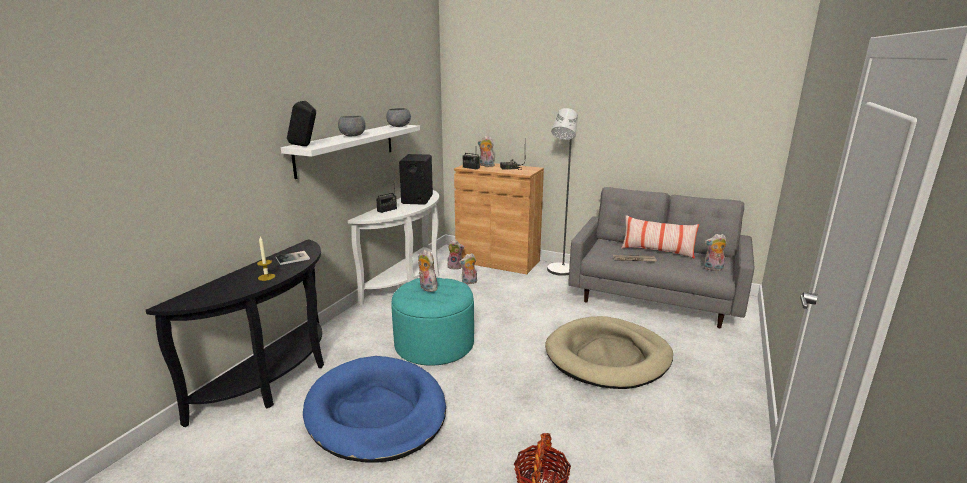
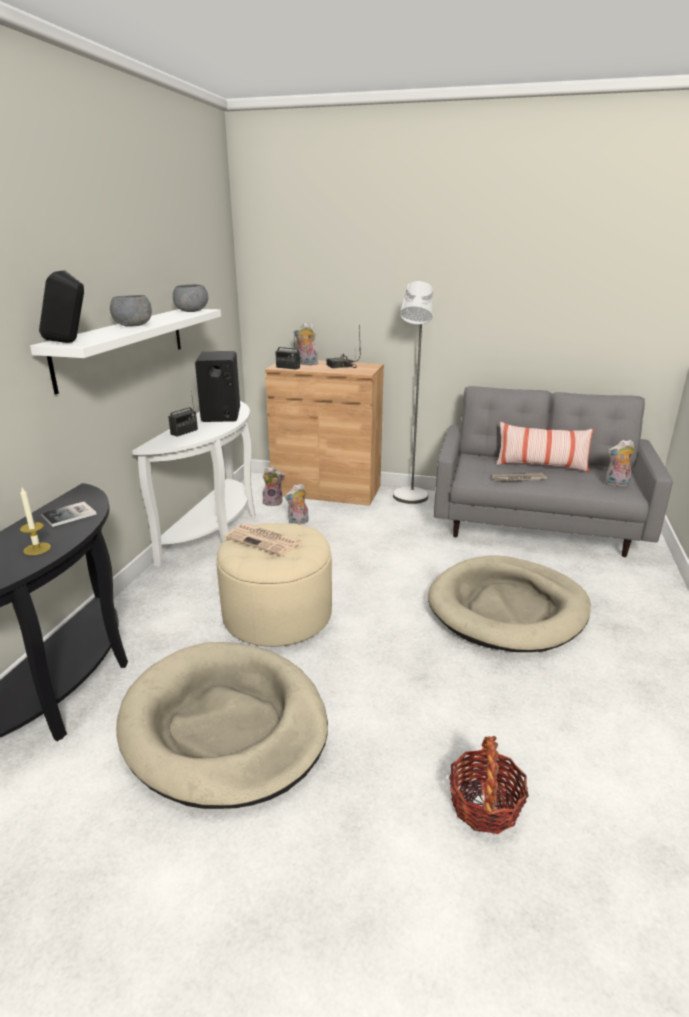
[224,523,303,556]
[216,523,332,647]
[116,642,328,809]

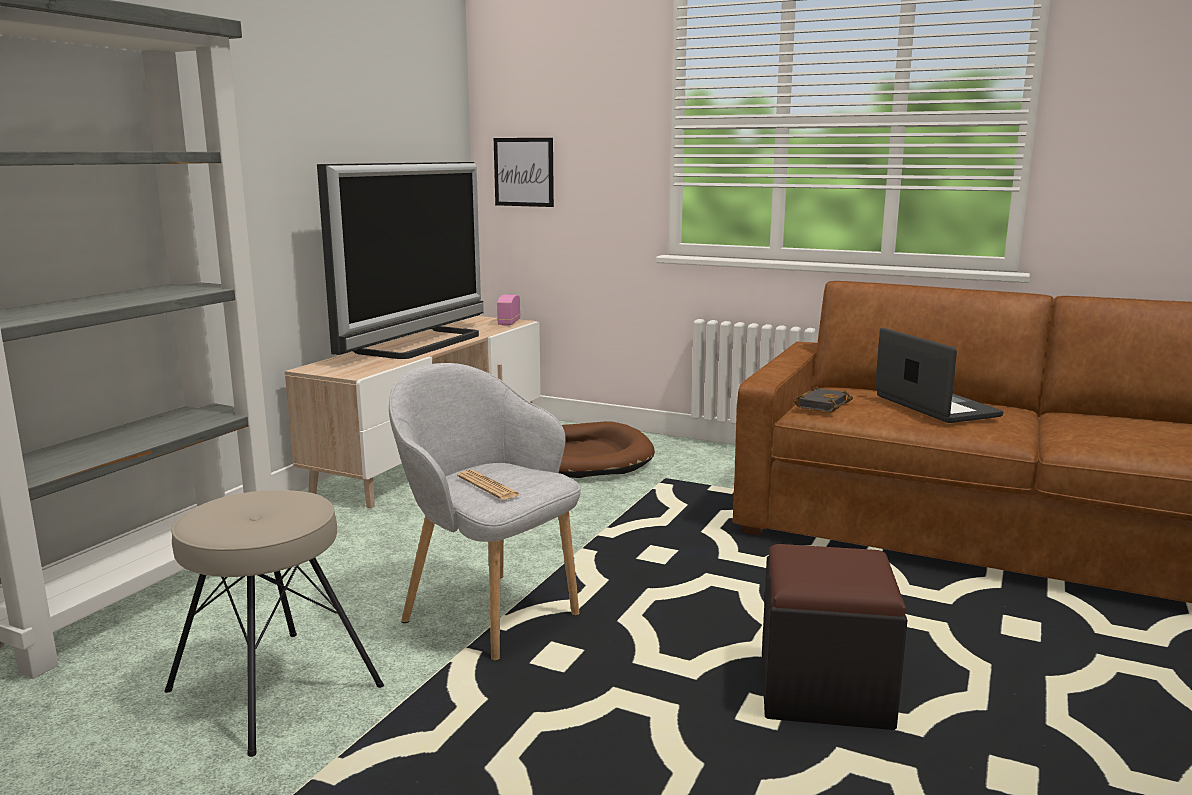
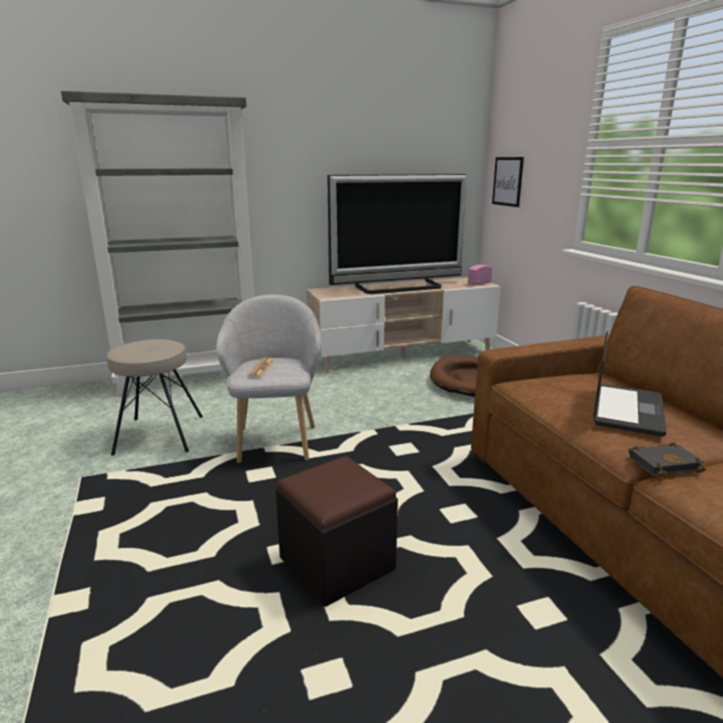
[628,443,706,477]

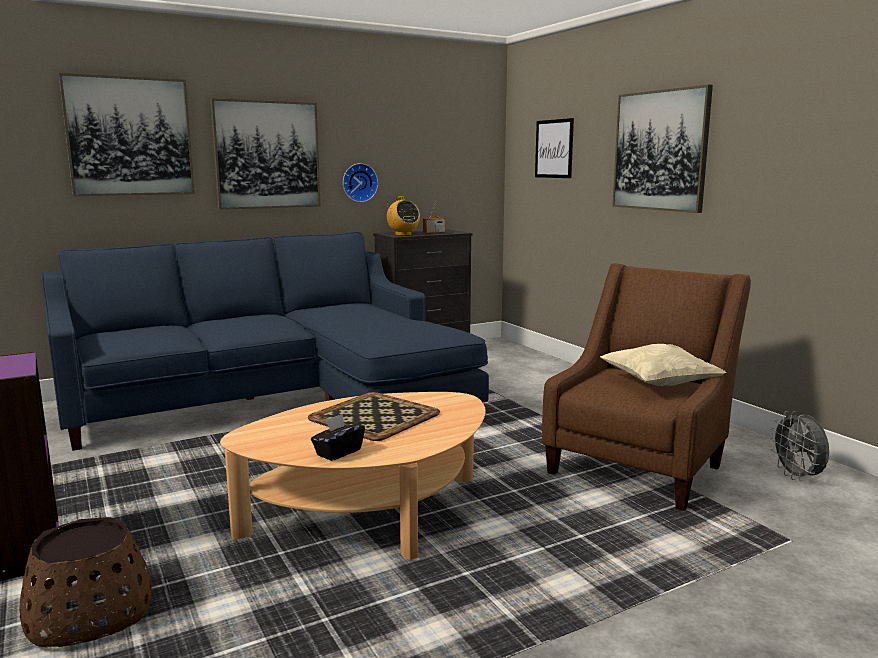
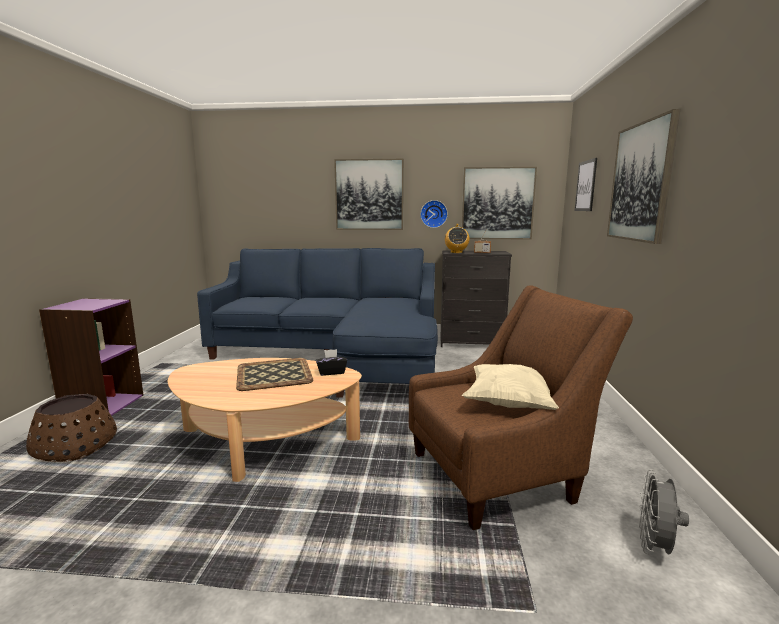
[462,167,537,240]
[316,349,347,376]

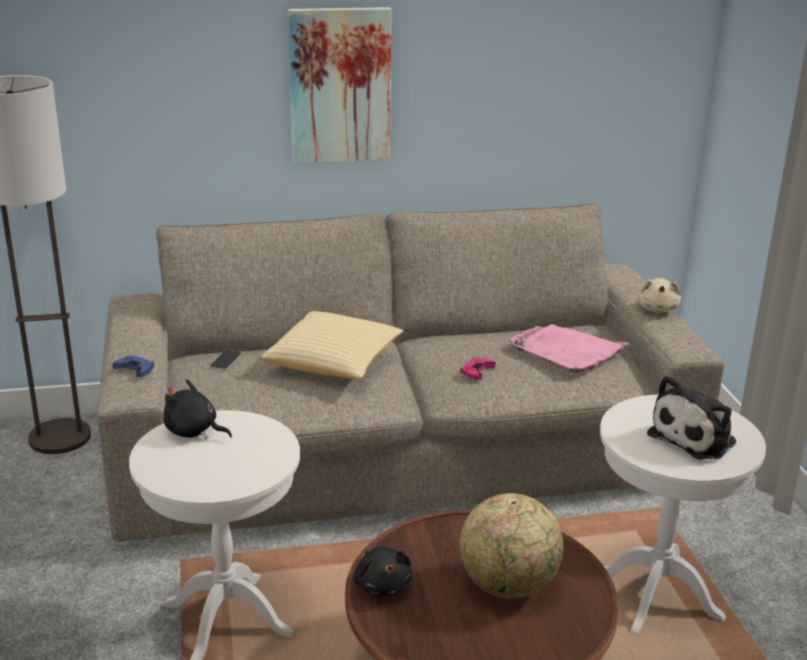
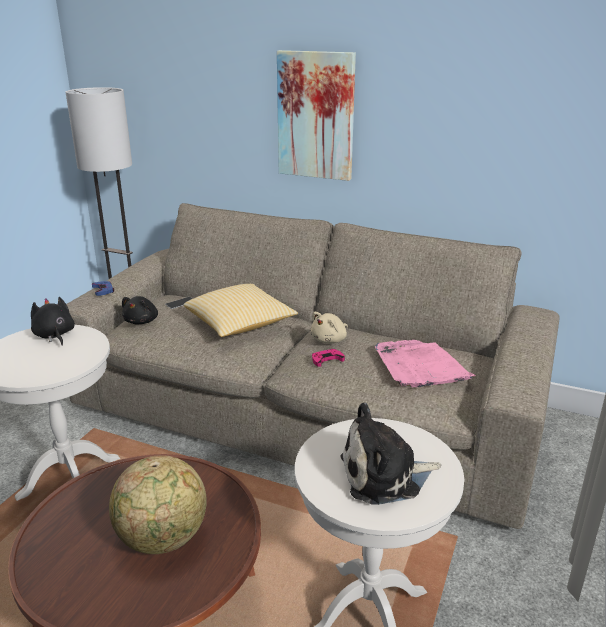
[311,312,348,343]
[122,296,158,324]

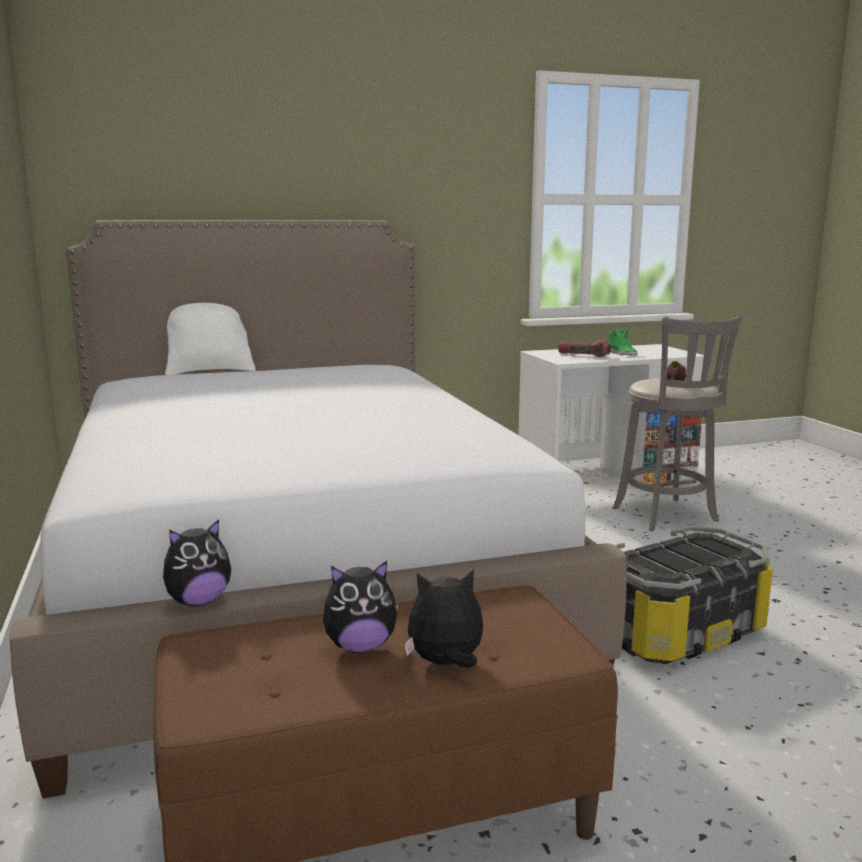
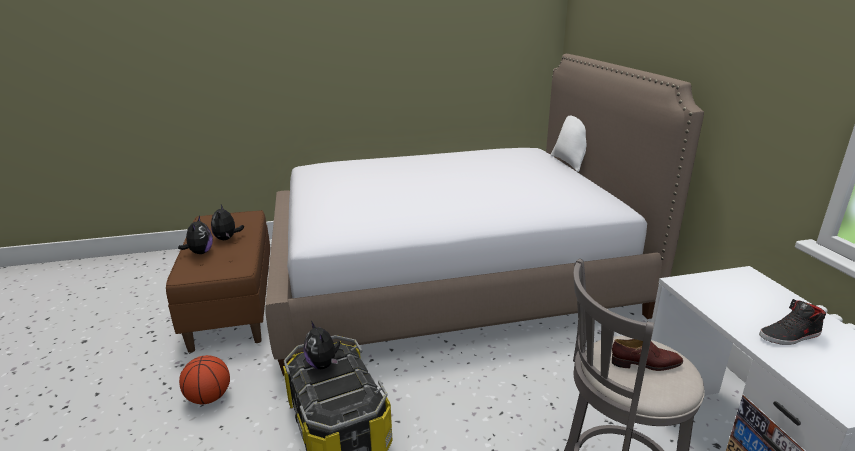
[759,299,826,345]
[558,340,611,357] (first image)
[304,321,340,369]
[179,355,230,404]

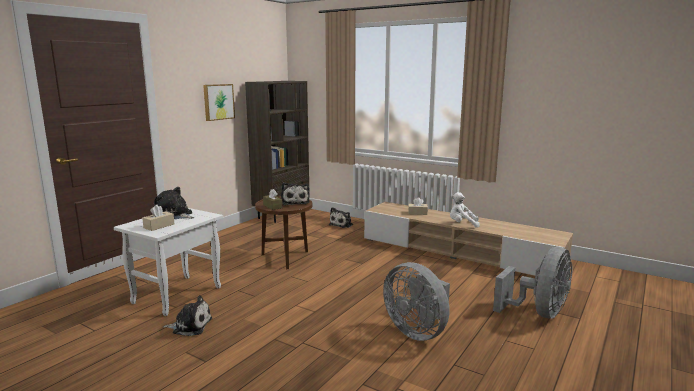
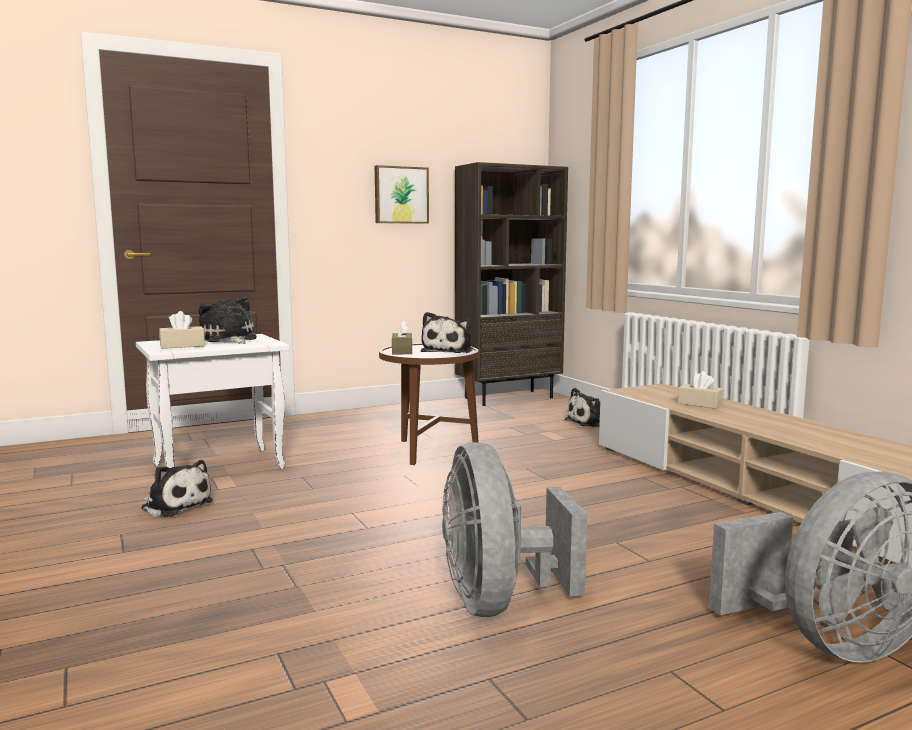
[450,192,480,228] (first image)

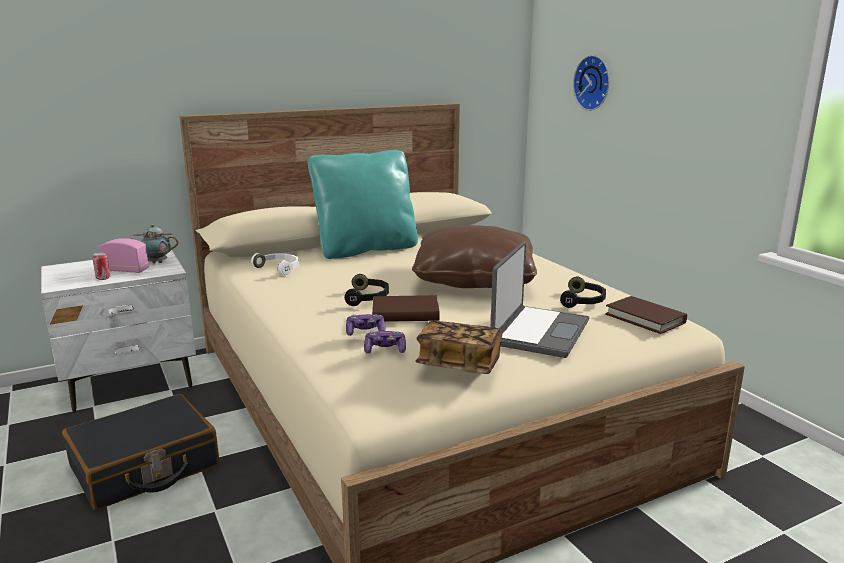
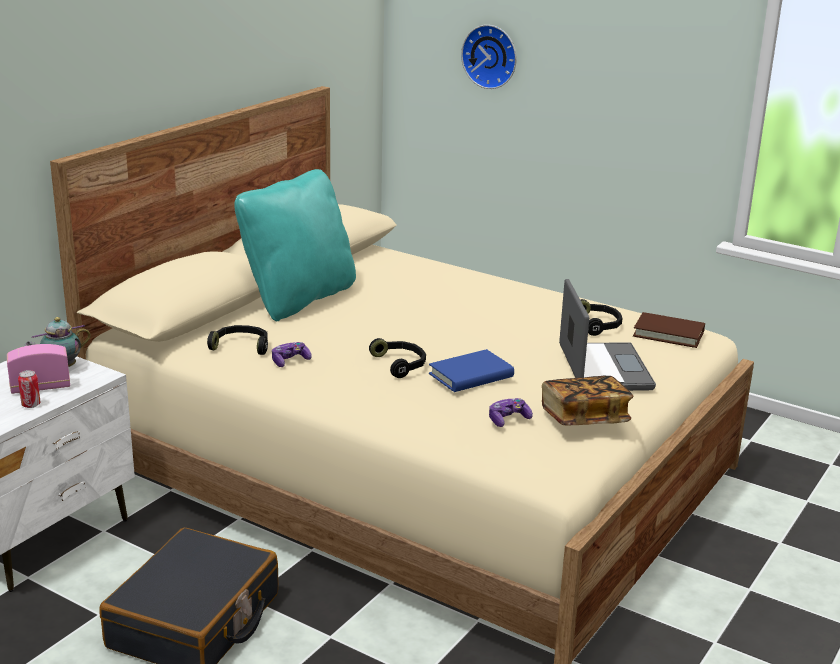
[412,225,537,288] (first image)
[207,325,268,355]
[429,349,514,392]
[272,342,312,367]

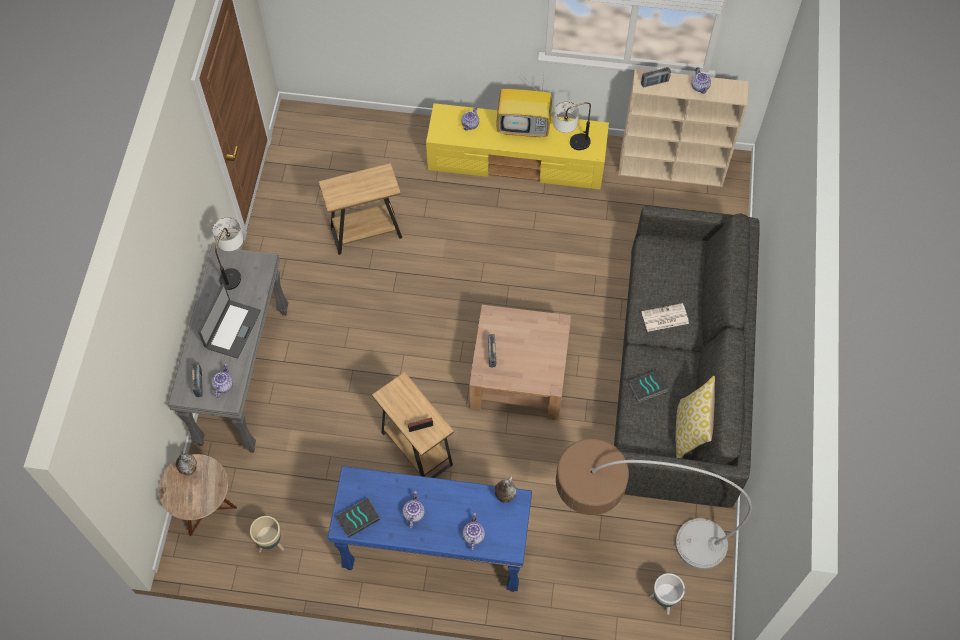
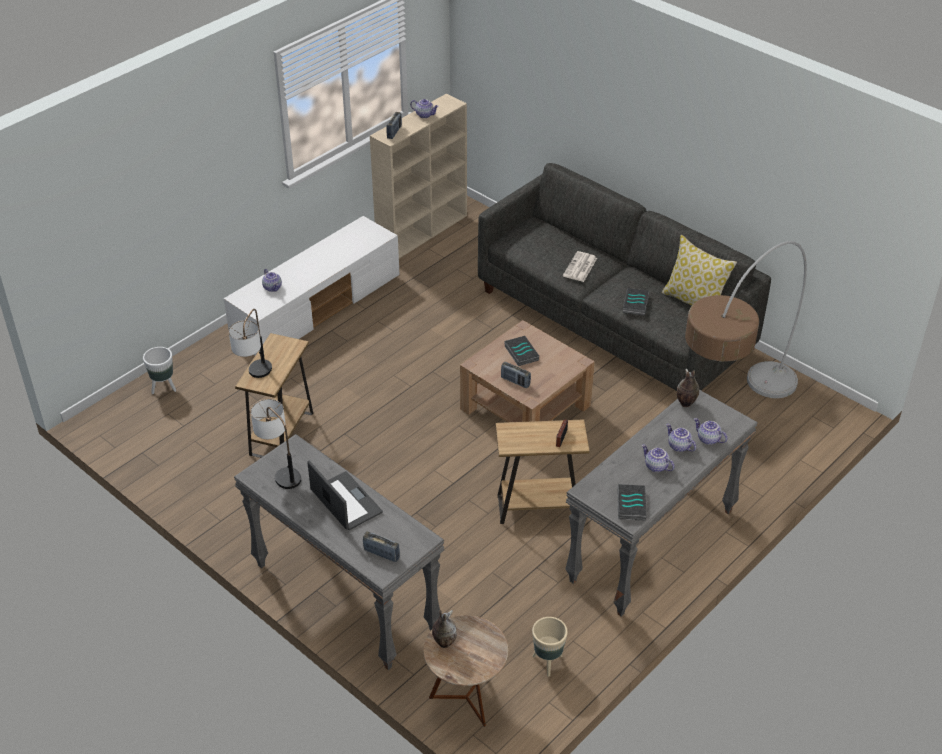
[496,76,552,137] (first image)
[229,309,272,378]
[224,216,400,356]
[666,424,696,452]
[565,390,758,617]
[143,347,176,394]
[504,336,539,366]

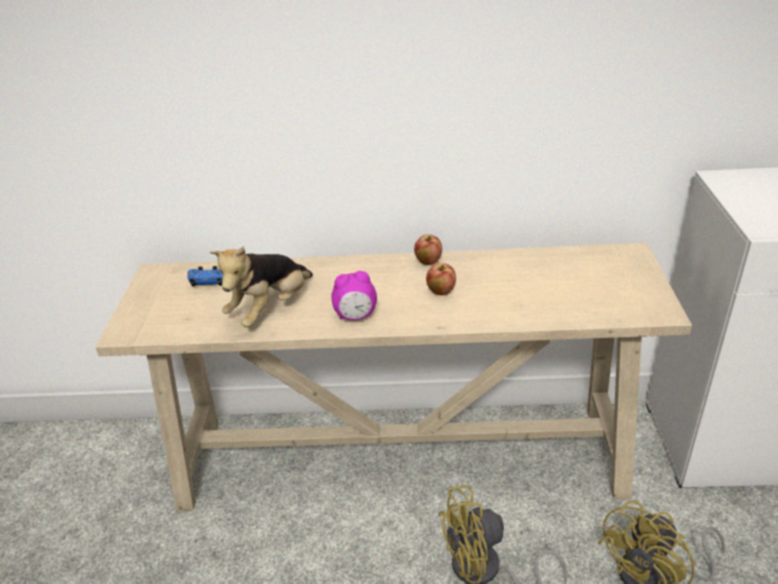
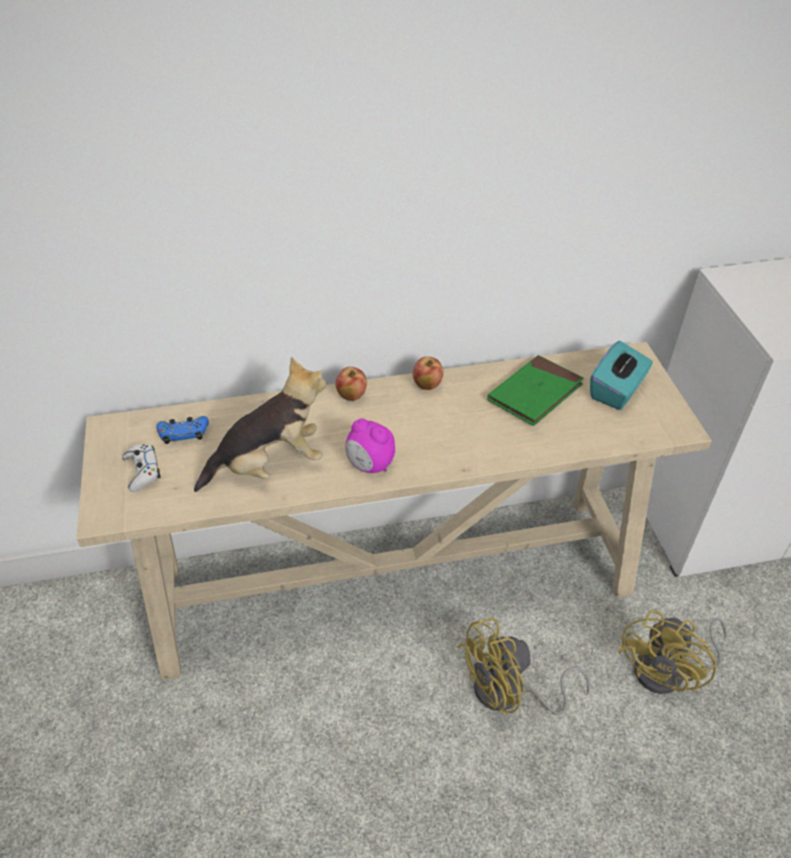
[194,357,326,492]
[335,367,367,401]
[345,419,395,473]
[590,341,653,410]
[487,355,584,426]
[122,444,161,492]

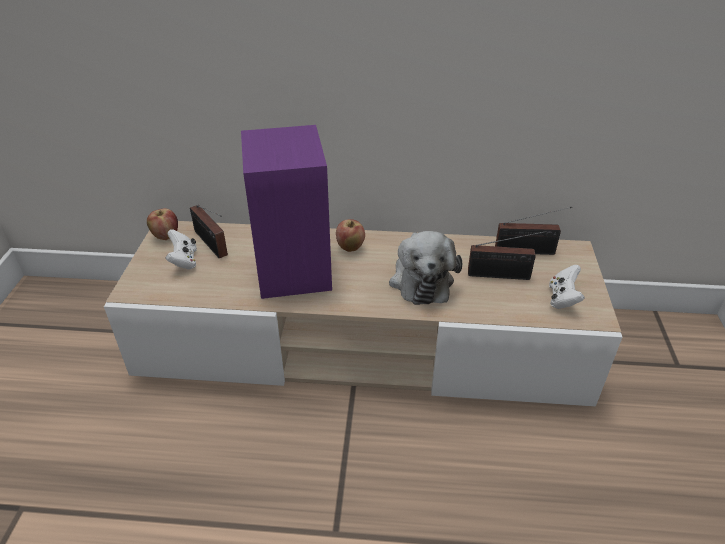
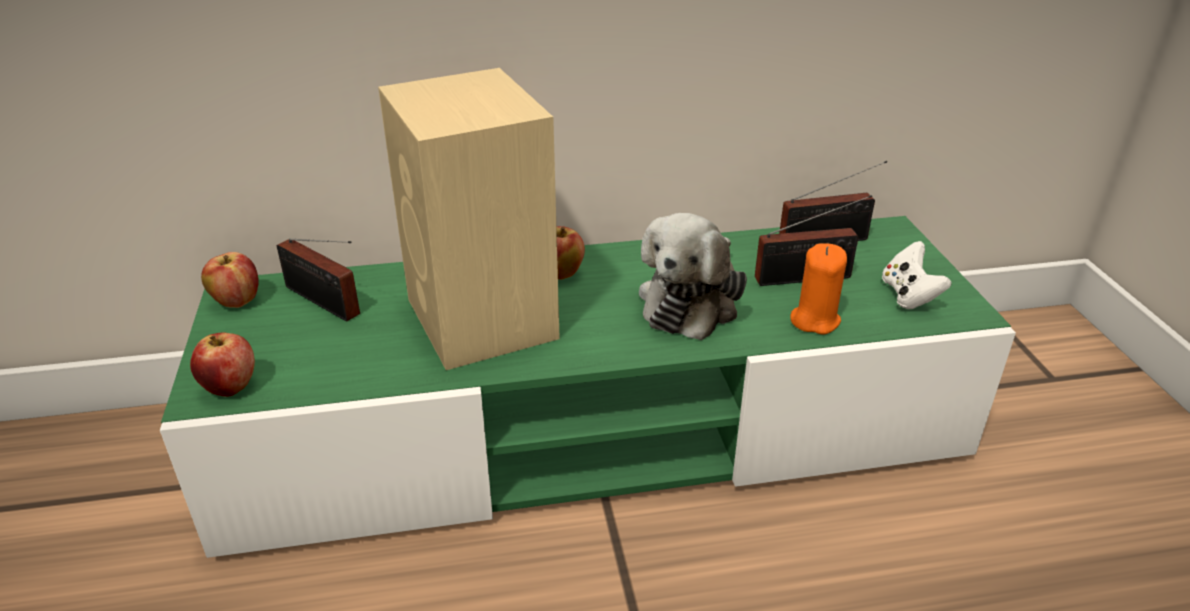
[378,68,560,370]
[160,216,1016,558]
[165,229,197,270] (first image)
[639,213,747,340]
[790,244,847,334]
[190,333,255,397]

